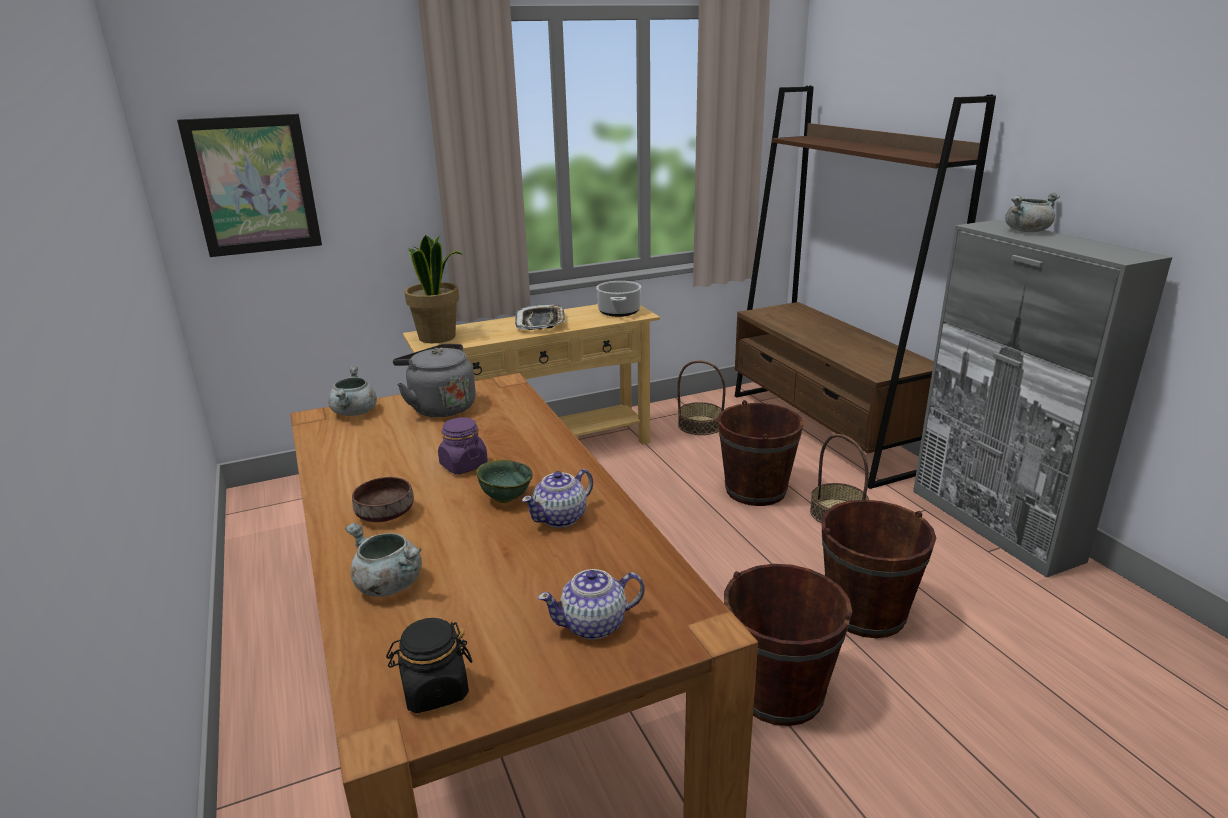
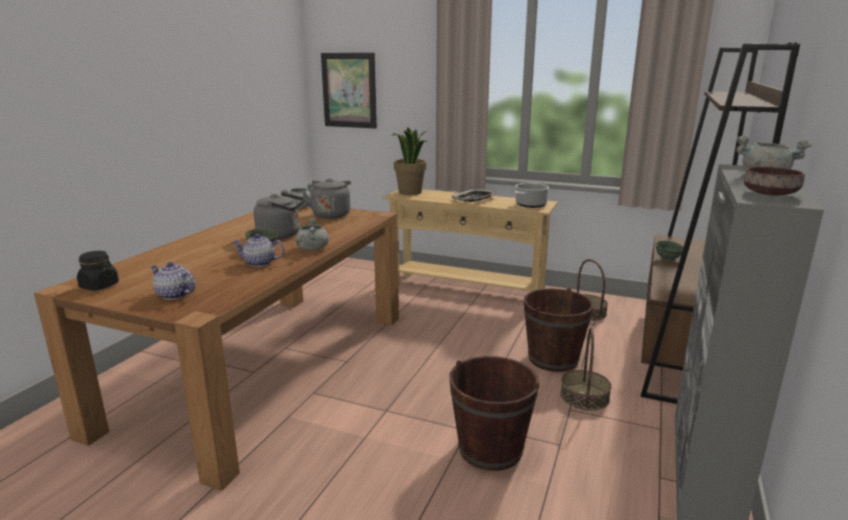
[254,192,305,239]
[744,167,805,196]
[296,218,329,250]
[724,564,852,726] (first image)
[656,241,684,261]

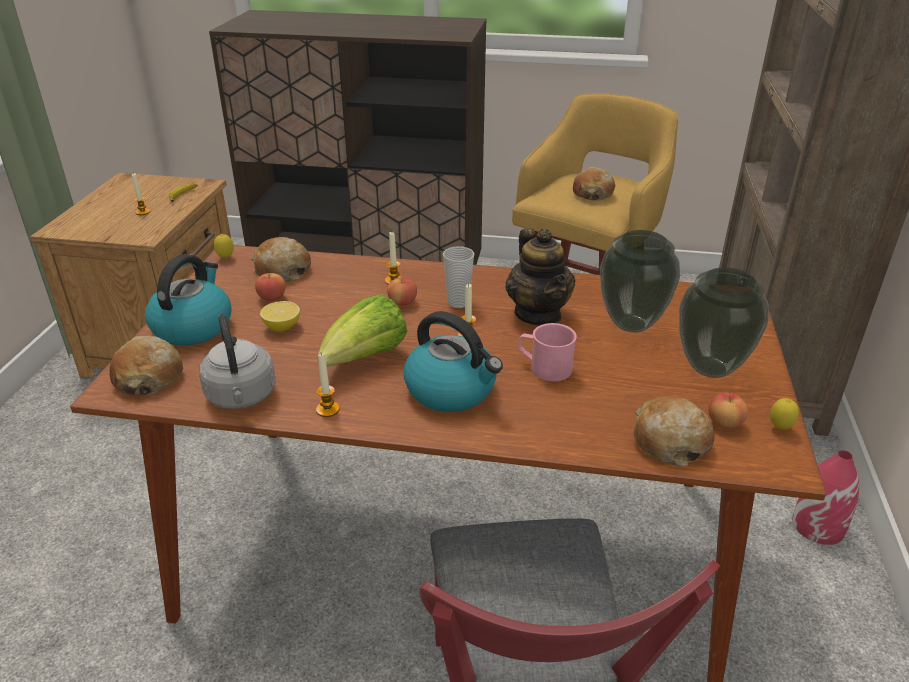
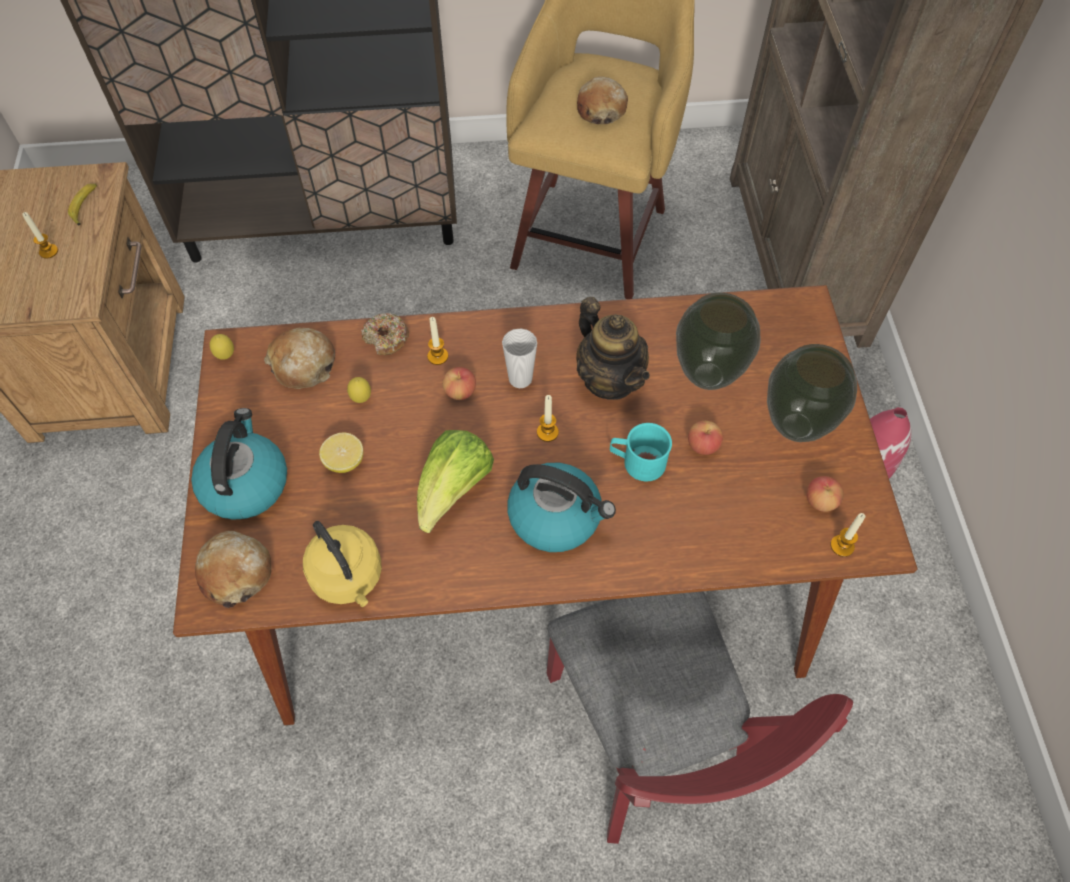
[688,421,723,455]
[303,521,382,607]
[610,423,672,481]
[830,513,865,557]
[633,396,714,467] (first image)
[347,377,371,403]
[361,313,409,355]

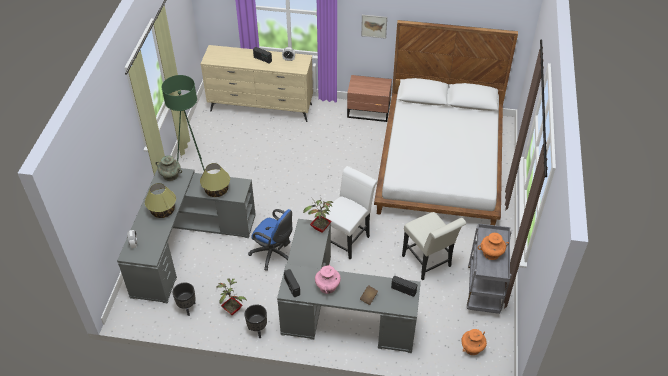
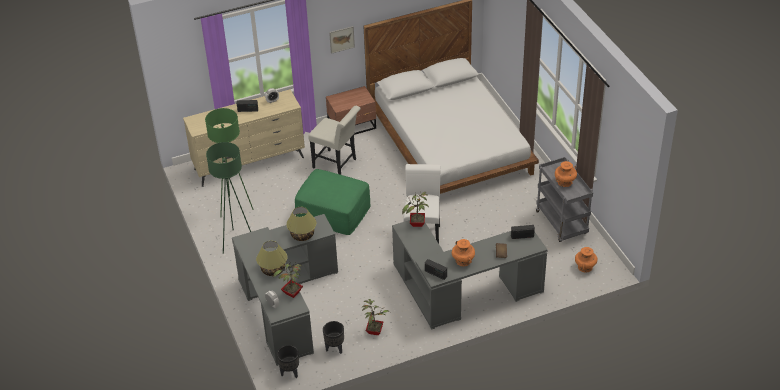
[155,155,182,181] (first image)
[248,209,292,271] (first image)
[308,106,361,175]
[452,239,475,266]
[277,345,299,378]
[205,108,253,217]
[295,169,371,235]
[273,261,303,298]

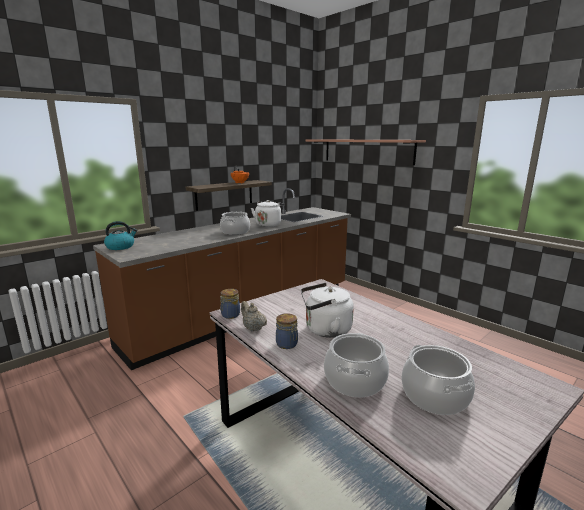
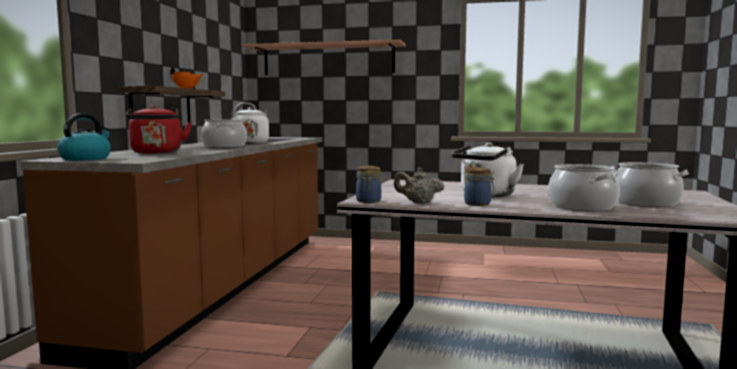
[126,105,192,154]

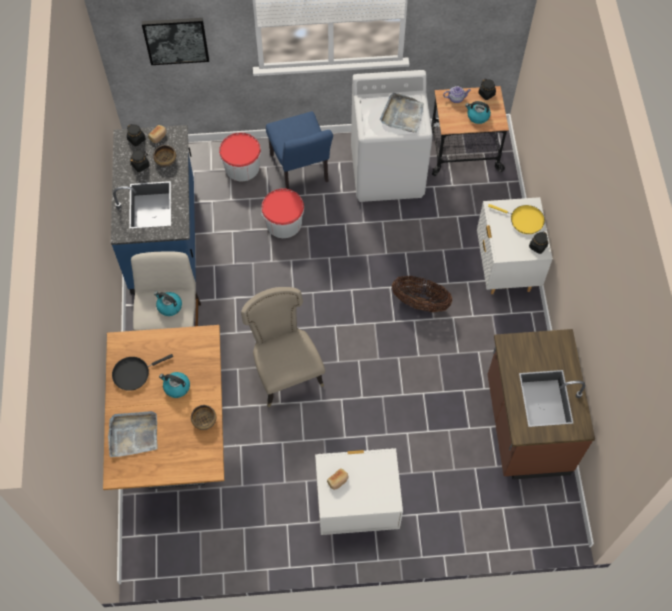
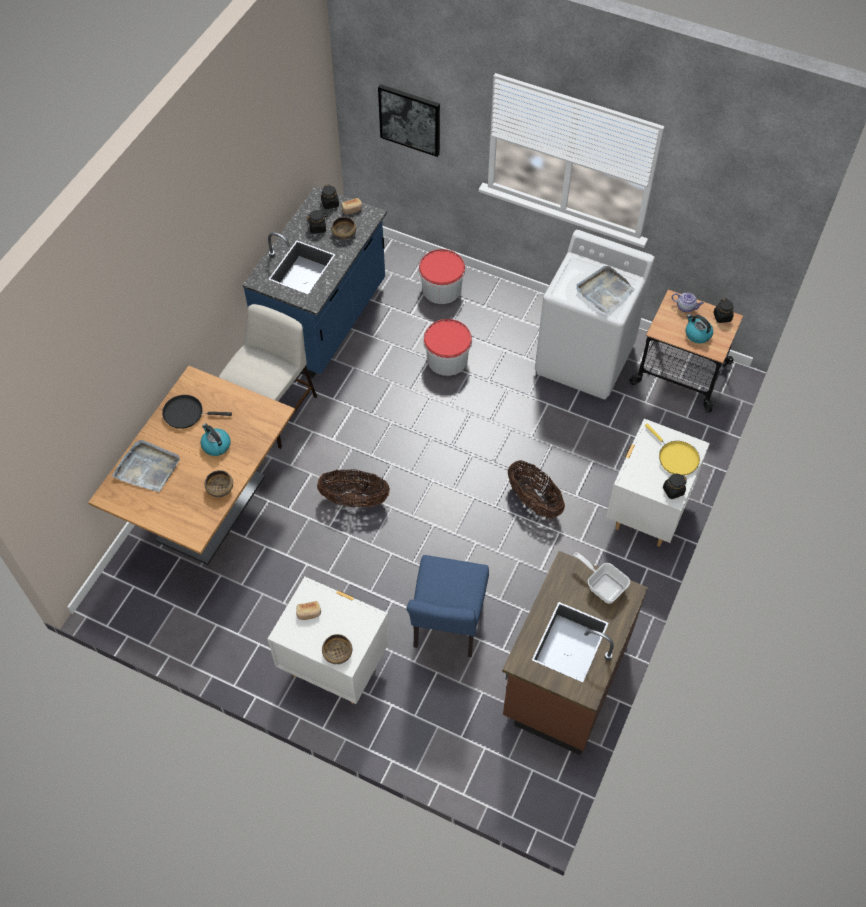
[407,555,489,657]
[317,469,390,507]
[154,291,182,316] (first image)
[573,552,630,604]
[322,634,352,664]

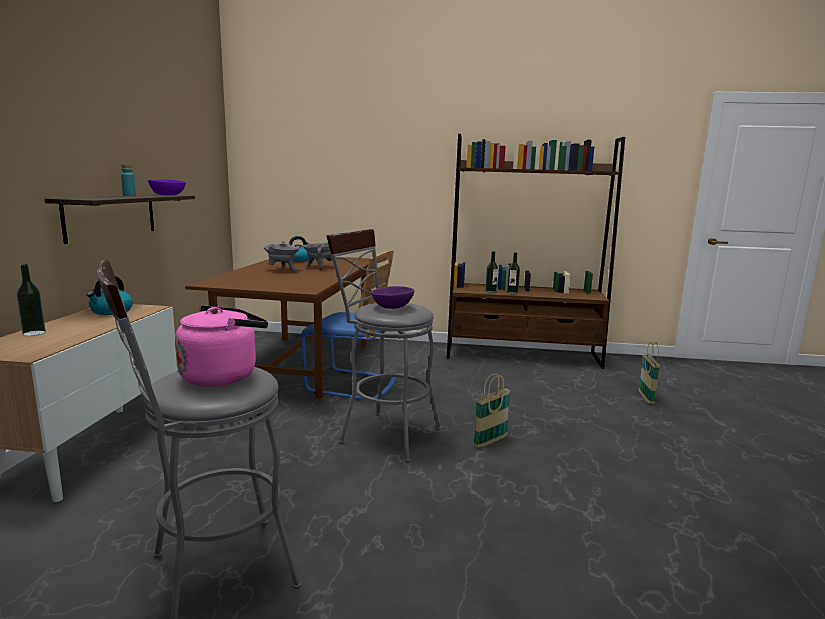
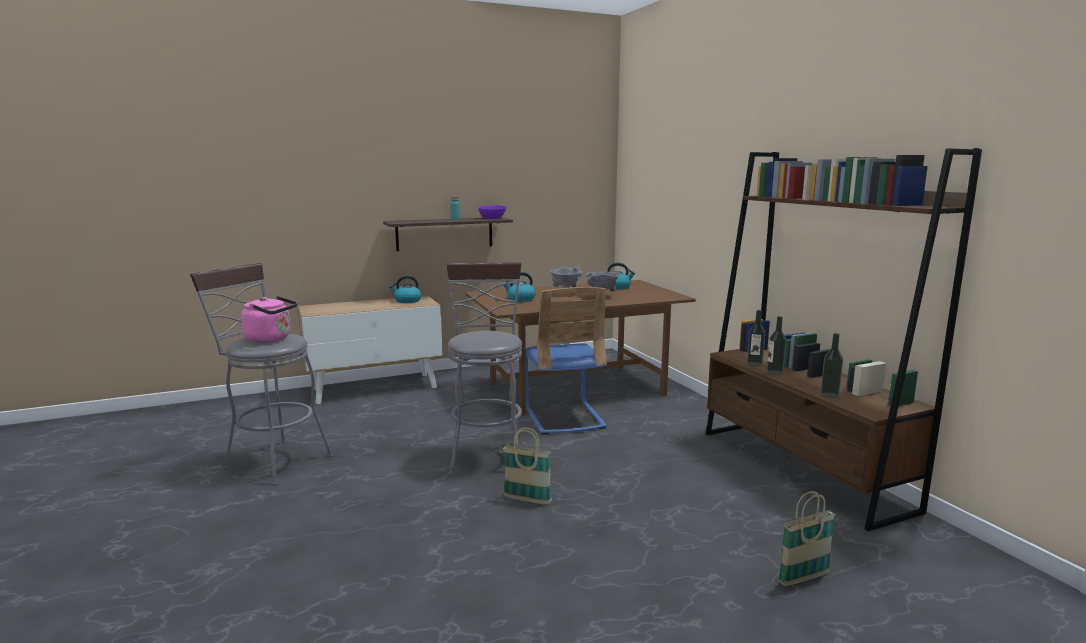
[820,333,843,399]
[371,286,415,309] (first image)
[503,272,536,302]

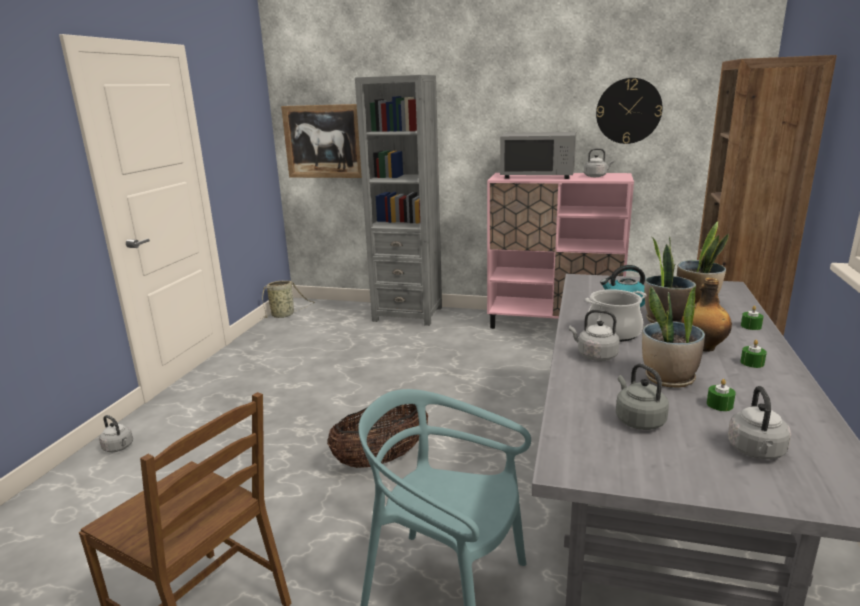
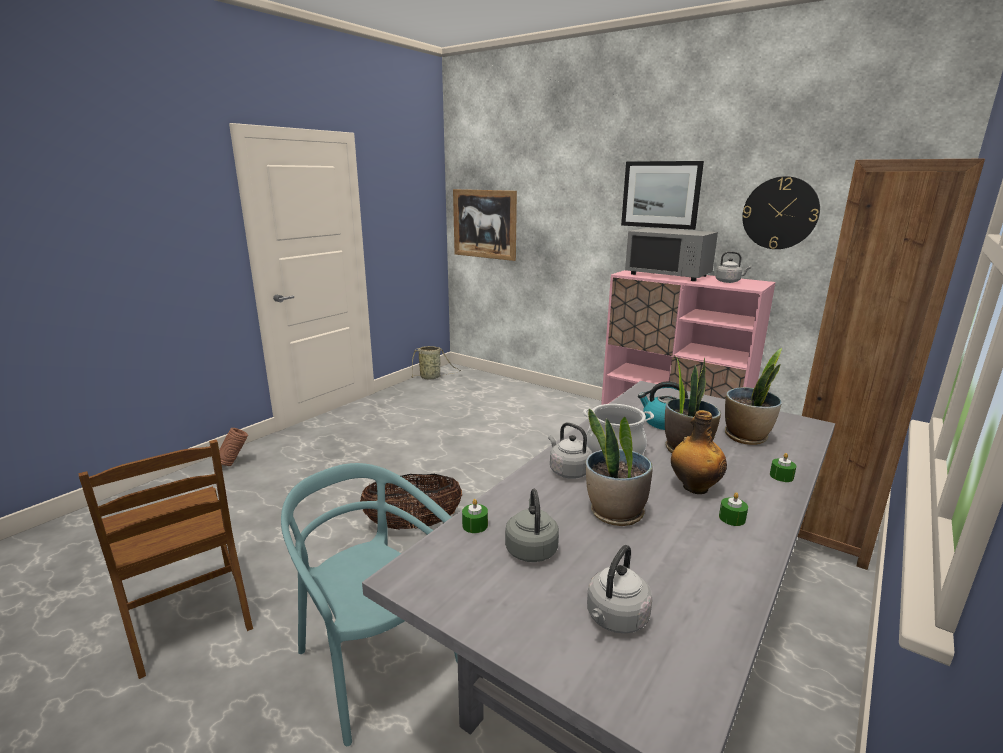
[355,75,442,326] (first image)
[462,499,488,533]
[219,428,248,466]
[621,161,704,230]

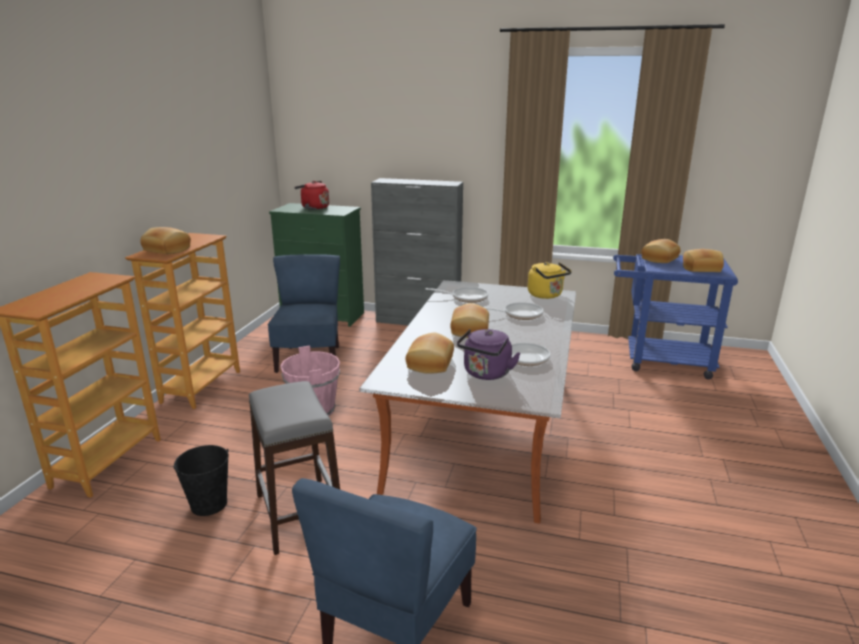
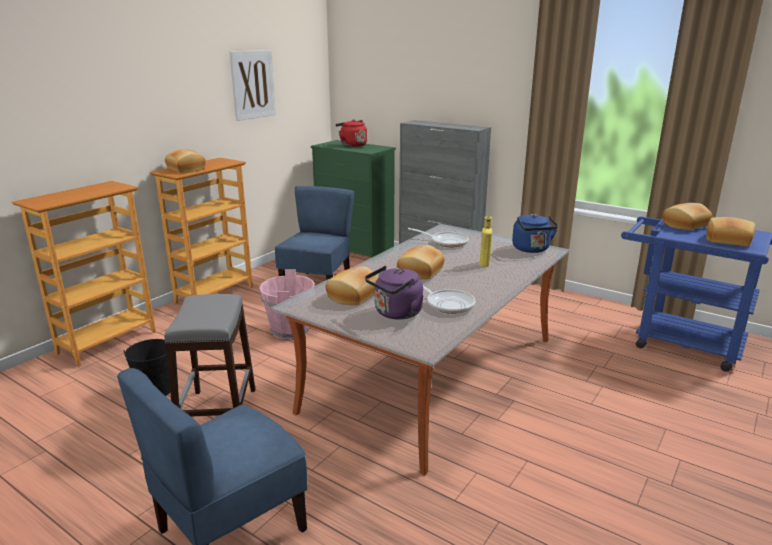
[512,214,558,253]
[479,216,492,267]
[230,50,276,121]

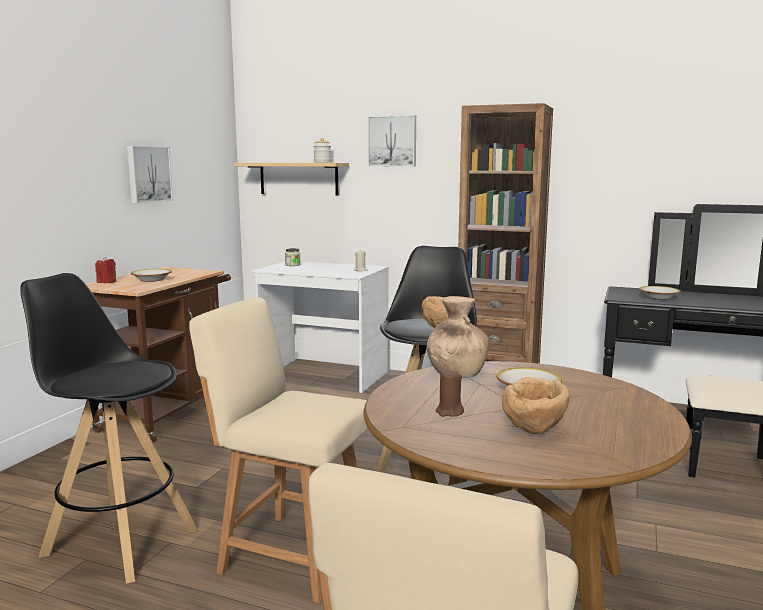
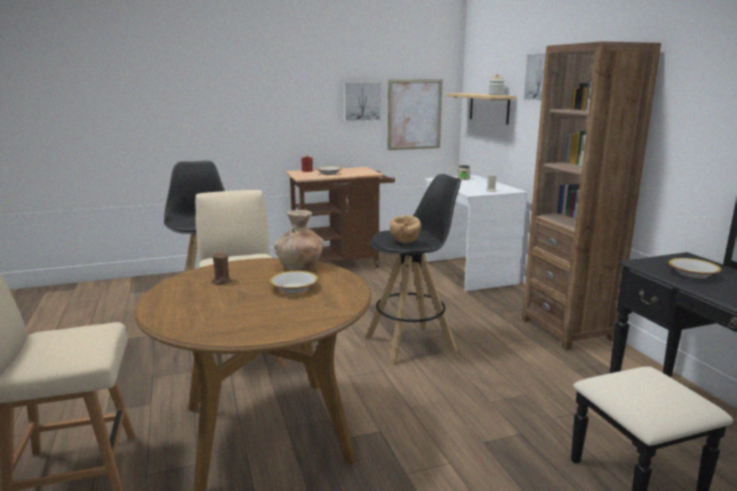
[502,377,570,434] (first image)
[388,79,443,150]

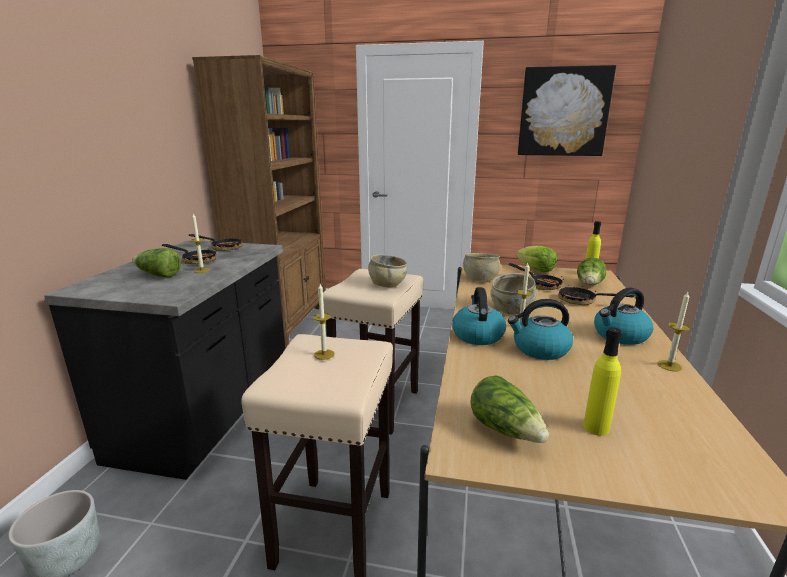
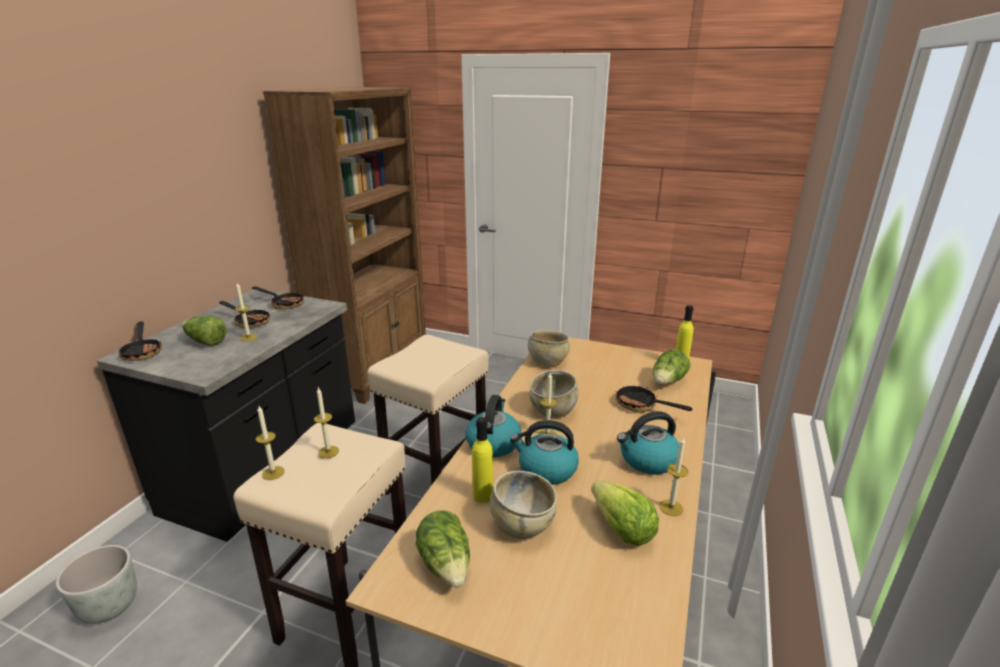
[518,65,616,156] (first image)
[591,481,659,546]
[490,471,557,539]
[118,321,162,361]
[472,417,493,503]
[256,406,285,480]

